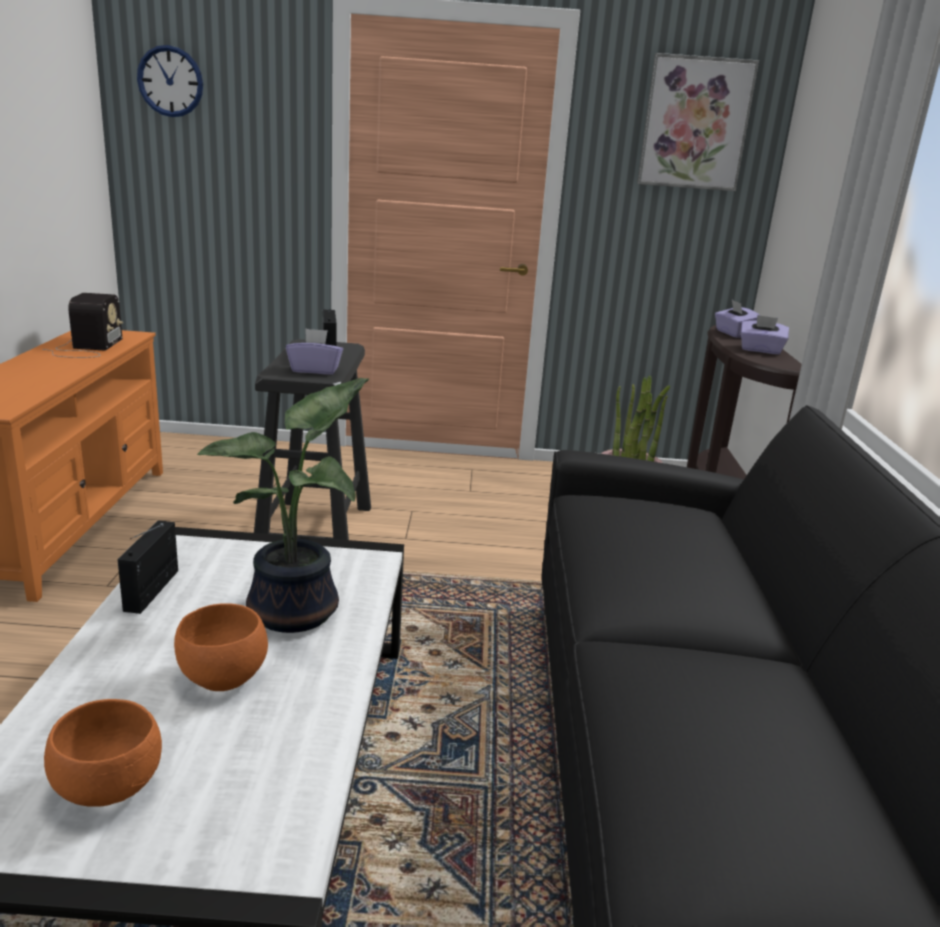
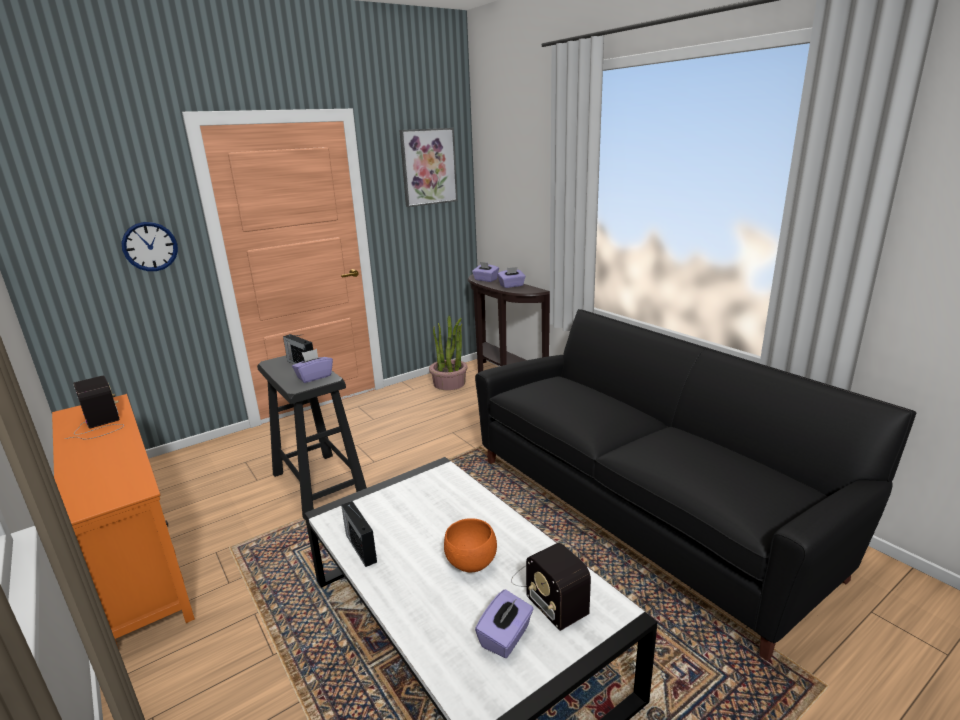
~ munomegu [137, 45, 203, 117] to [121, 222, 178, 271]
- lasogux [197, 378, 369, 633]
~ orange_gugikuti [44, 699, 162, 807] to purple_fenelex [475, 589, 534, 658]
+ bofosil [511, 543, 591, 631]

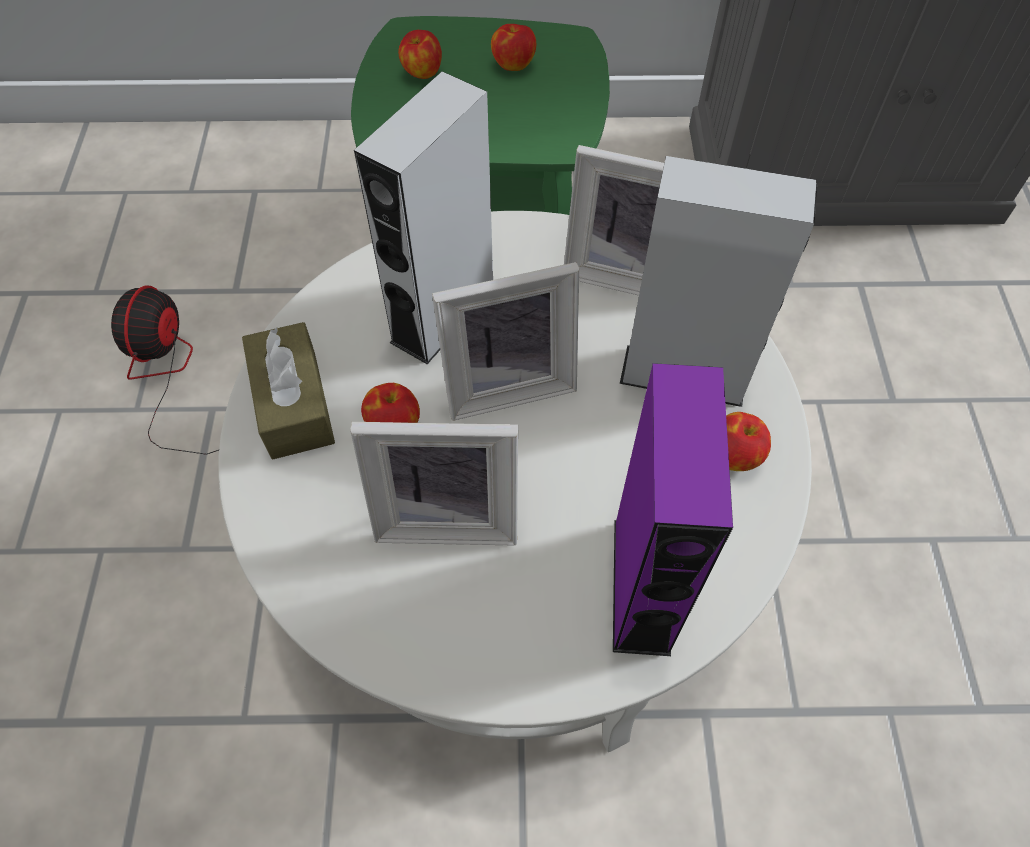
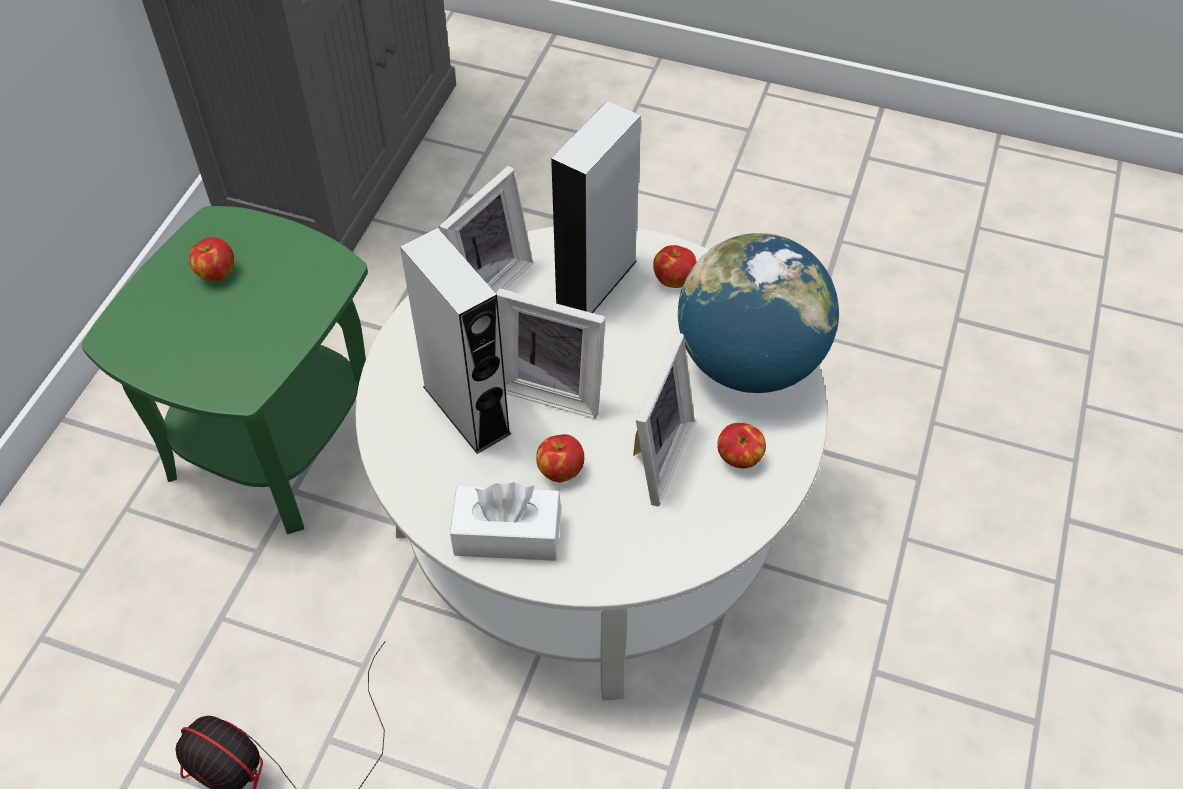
~ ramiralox [398, 30, 442, 79] to [717, 423, 766, 468]
~ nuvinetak [432, 262, 579, 421] = [496, 288, 606, 419] 105 degrees clockwise
~ brown_fenelex [242, 322, 335, 459] to white_fenelex [450, 482, 561, 561]
~ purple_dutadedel [613, 363, 733, 656] to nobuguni [678, 233, 839, 393]

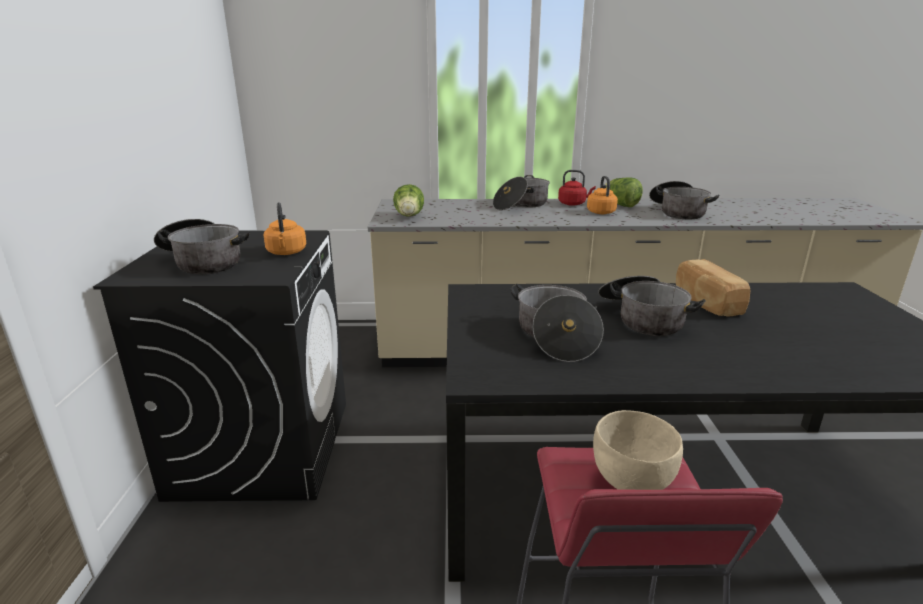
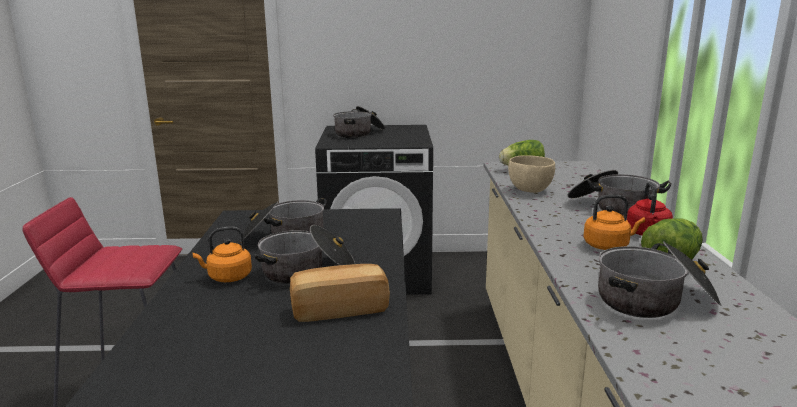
~ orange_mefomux [264, 203, 306, 255] to [192, 227, 252, 282]
~ beige_gugikuti [593, 410, 683, 490] to [508, 155, 555, 193]

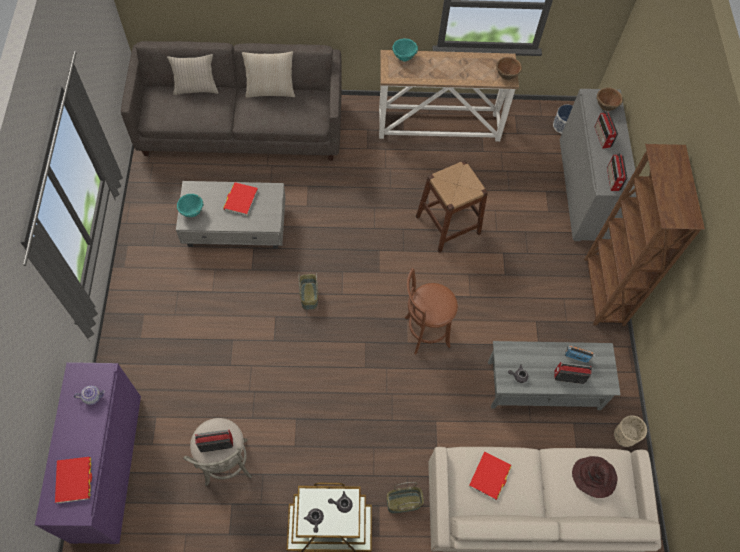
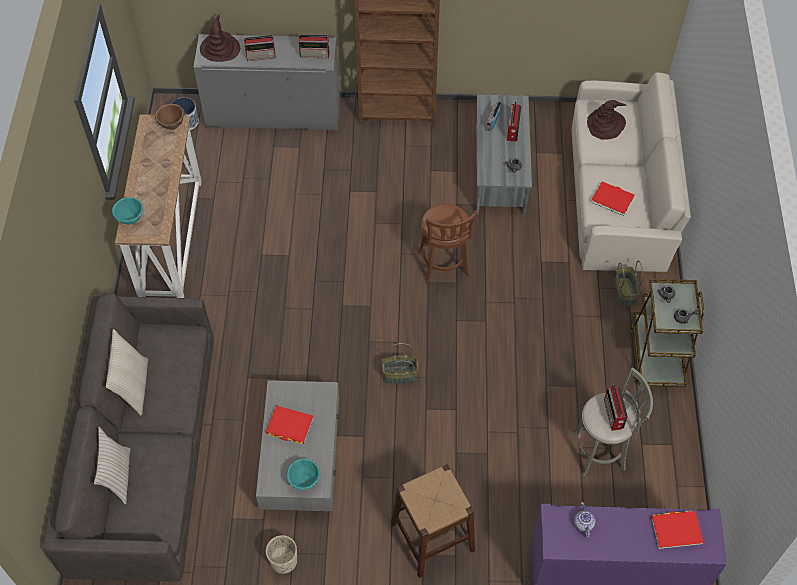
~ brown_gugikuti [596, 87, 623, 111] to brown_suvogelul [200, 14, 240, 62]
~ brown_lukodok [416, 160, 488, 253] to [391, 464, 475, 578]
~ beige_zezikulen [614, 415, 647, 447] to [266, 535, 297, 574]

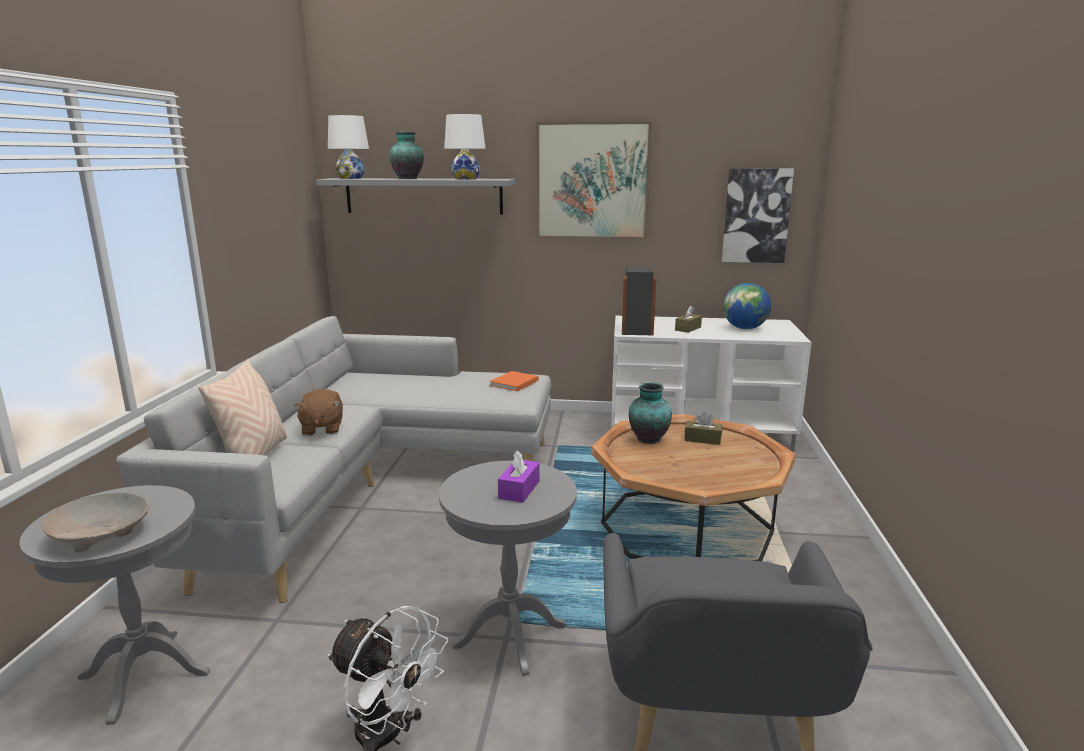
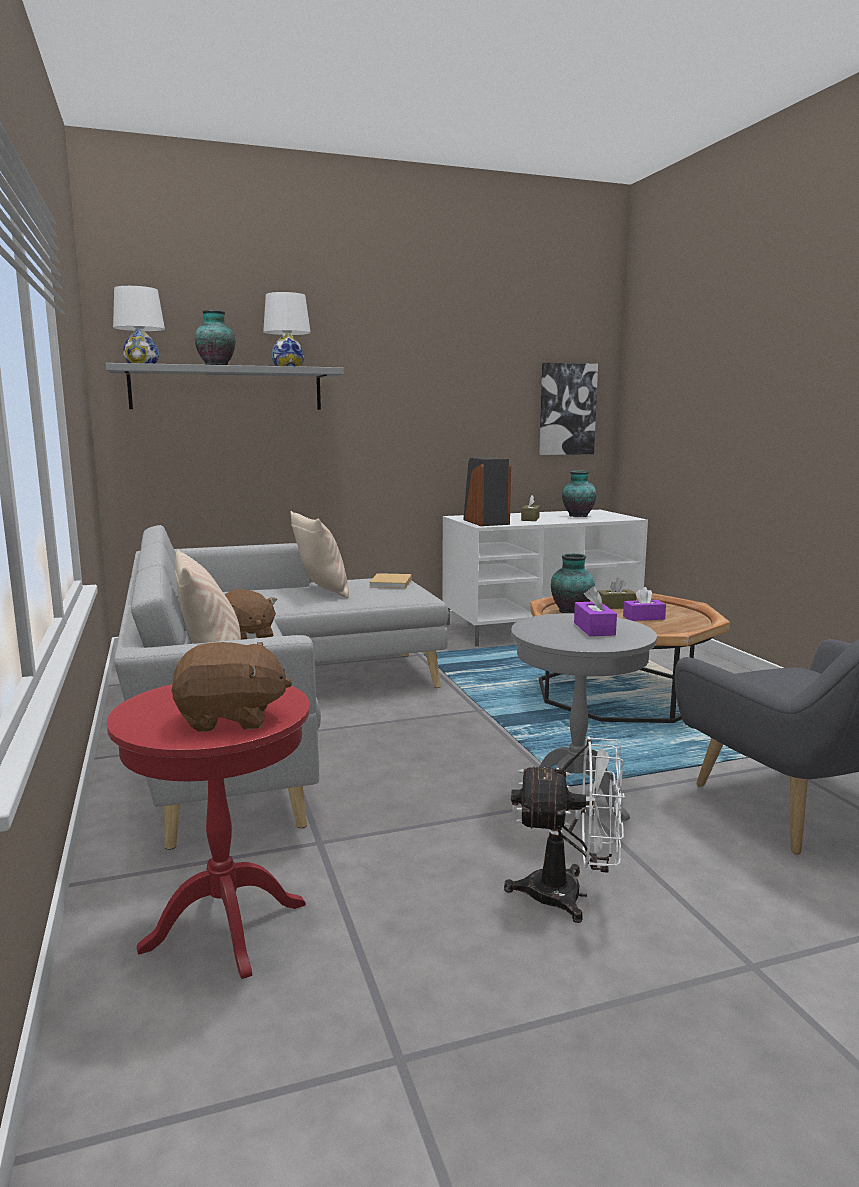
- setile [536, 121, 652, 239]
~ nobuguni [723, 283, 771, 329] to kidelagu [562, 471, 596, 517]
~ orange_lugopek [489, 371, 538, 391] to beige_lugopek [369, 573, 412, 588]
~ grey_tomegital [19, 485, 210, 725] to red_tomegital [107, 684, 310, 979]
~ beige_gugikuti [42, 493, 149, 553] to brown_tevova [171, 642, 292, 732]
+ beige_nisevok [290, 511, 349, 598]
+ purple_fenelex [623, 587, 666, 621]

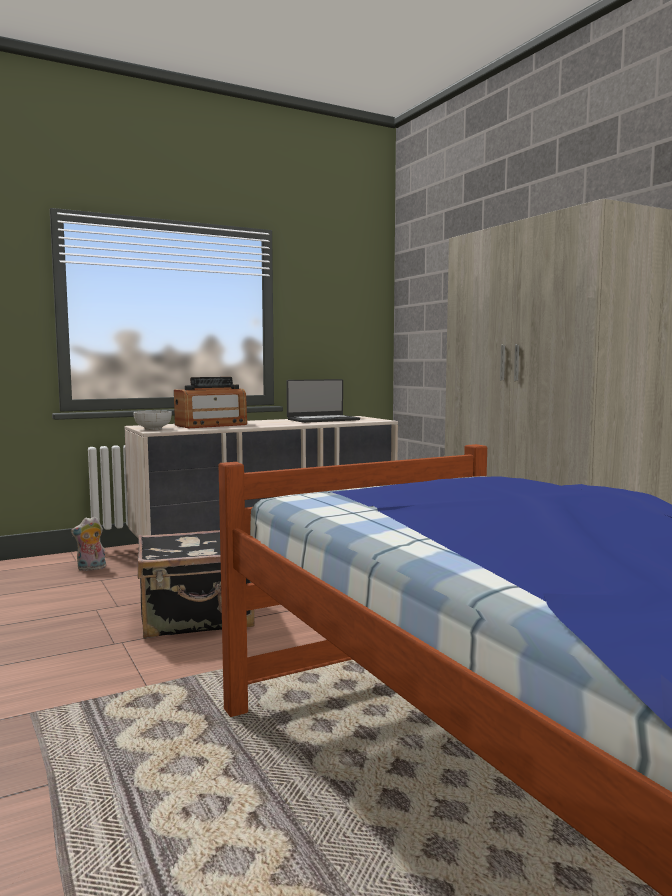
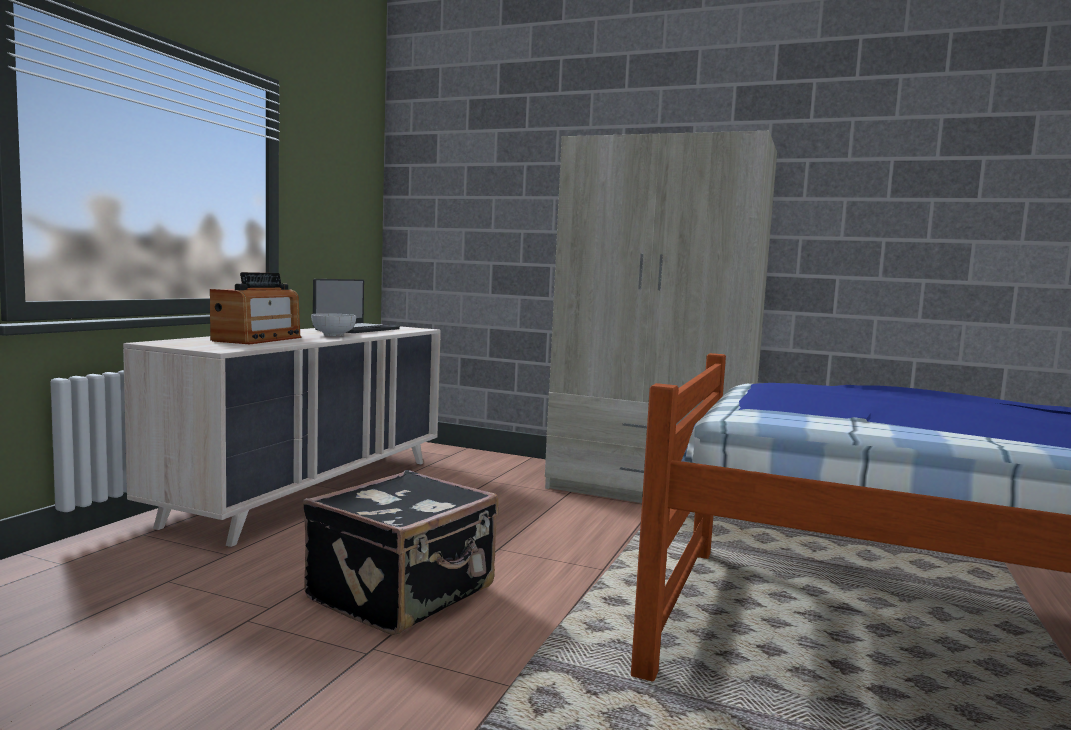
~ gugikuti [133, 411, 172, 430] to [311, 313, 356, 336]
- tevova [71, 516, 106, 571]

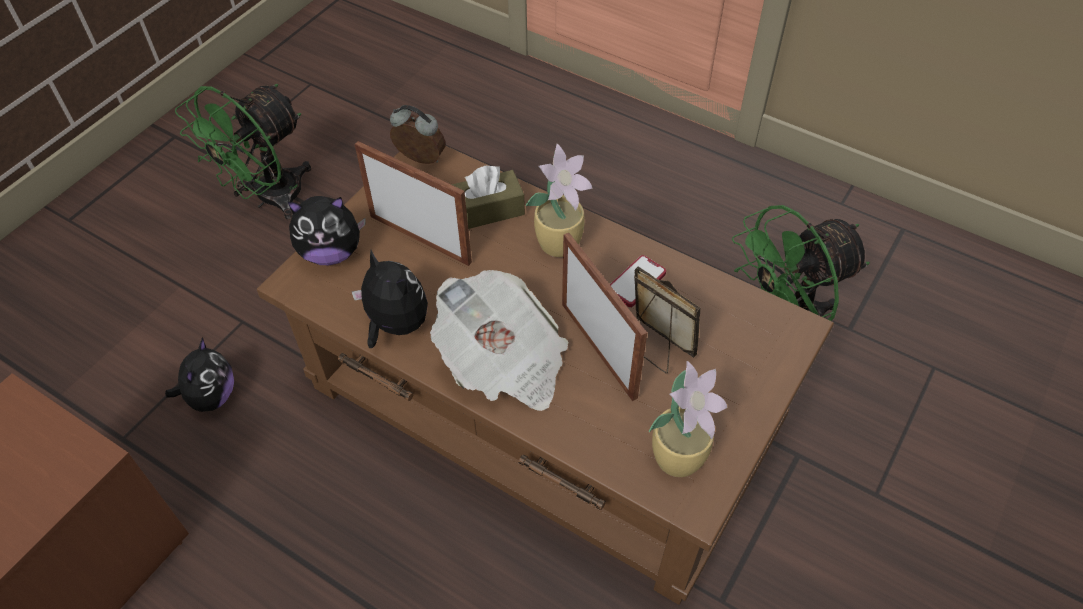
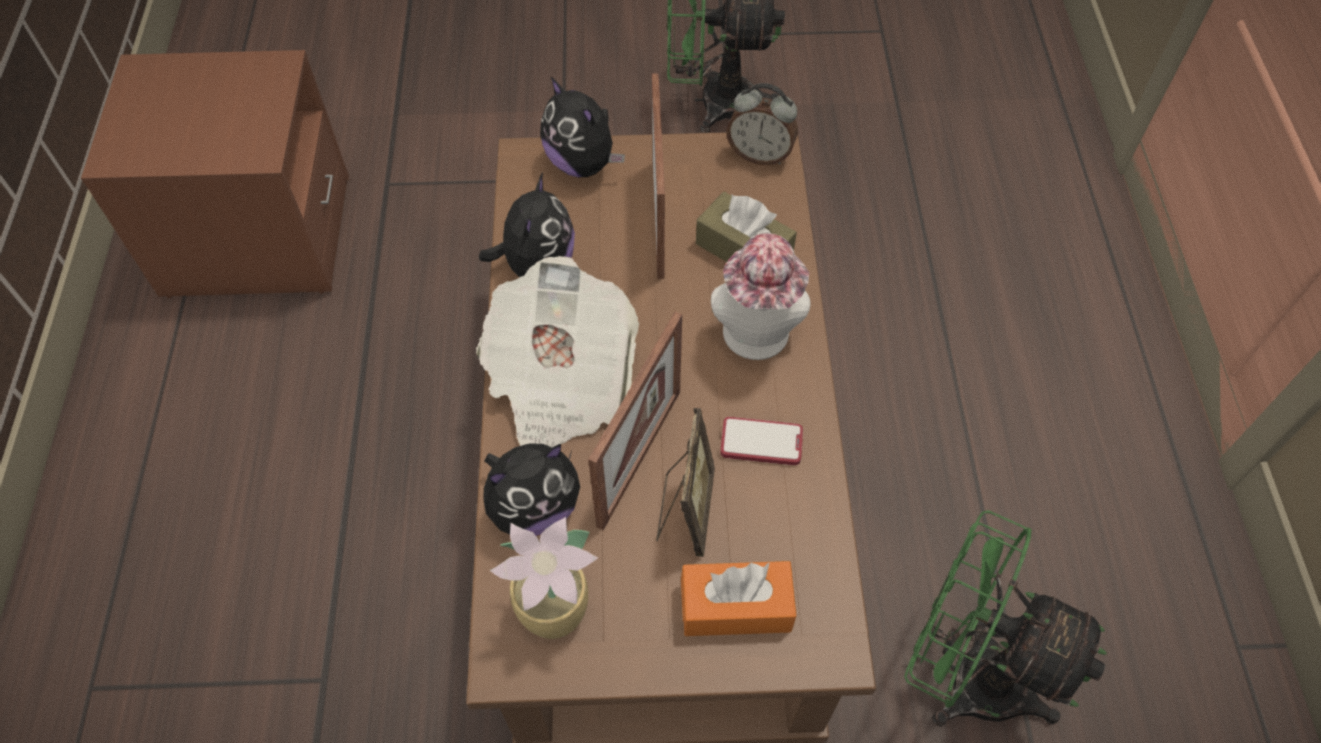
~ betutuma [390, 105, 445, 164] = [727, 83, 798, 165] 120 degrees clockwise
~ lasogux [525, 144, 593, 257] to suvogelul [711, 233, 810, 360]
~ tevova [165, 337, 234, 412] to [483, 443, 580, 536]
+ orange_fenelex [681, 561, 797, 636]

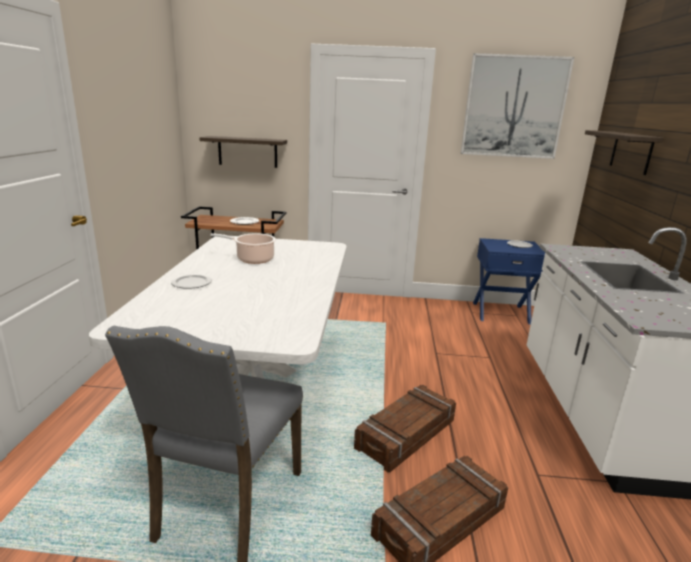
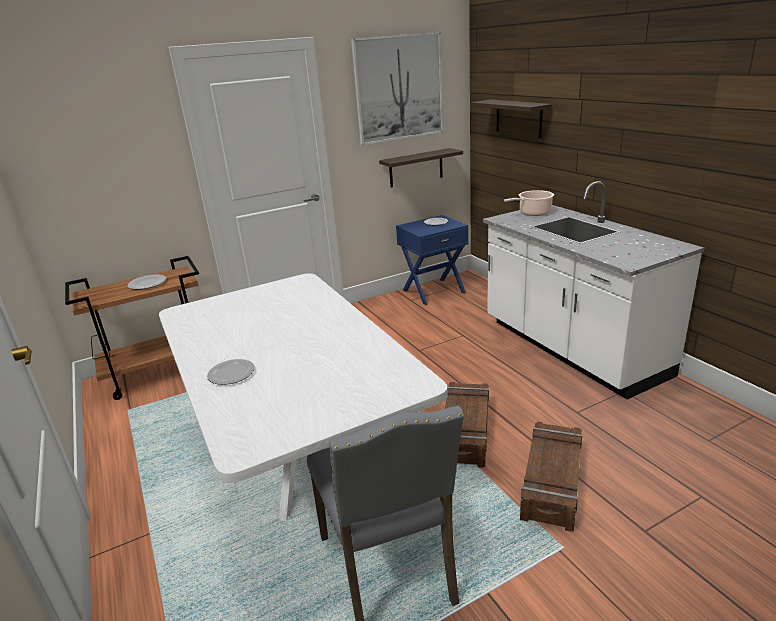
~ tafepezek [200, 136, 287, 168] to [379, 148, 463, 188]
~ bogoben [210, 233, 276, 264] to [504, 190, 554, 216]

